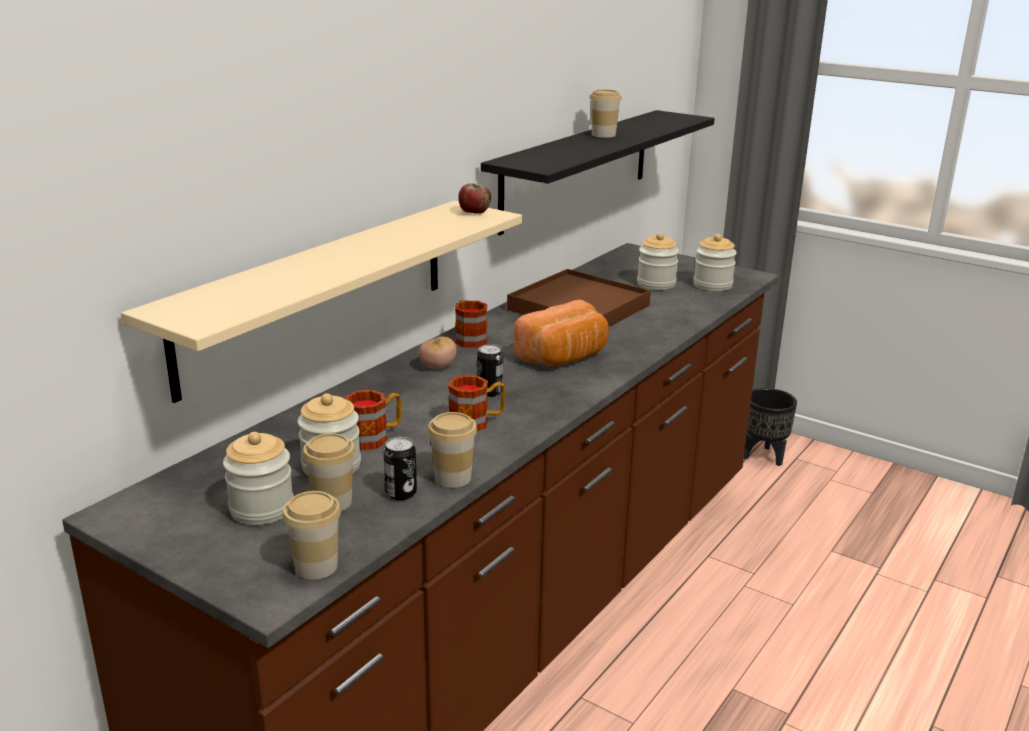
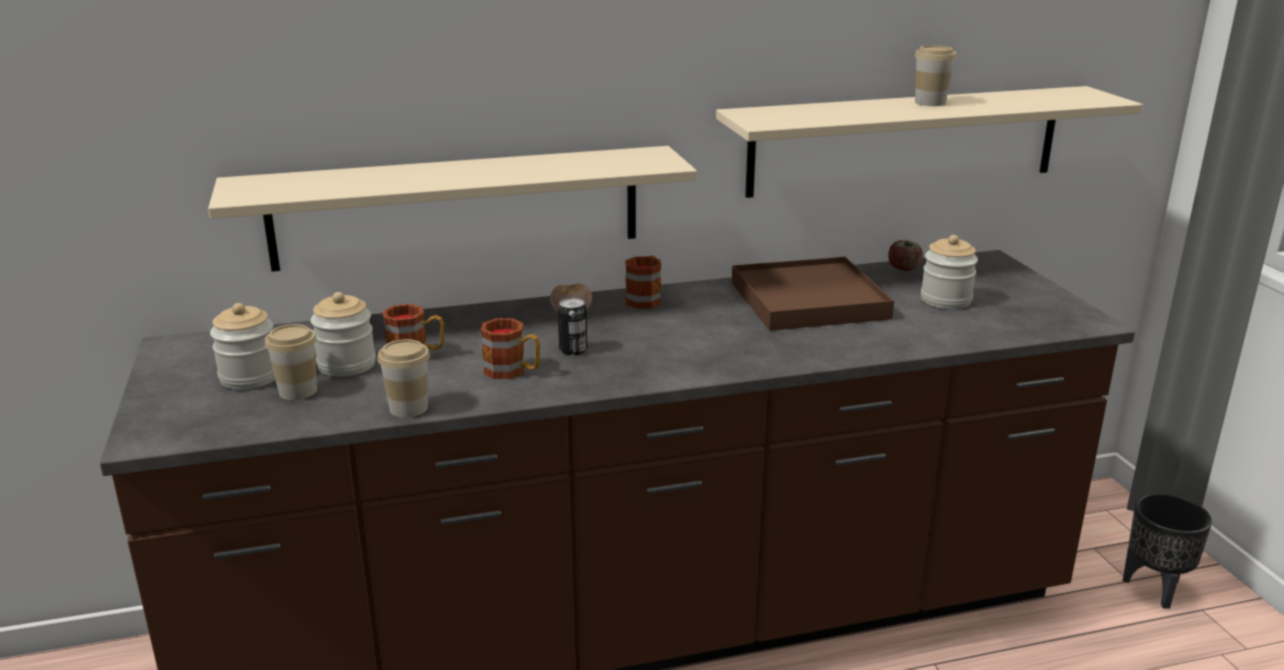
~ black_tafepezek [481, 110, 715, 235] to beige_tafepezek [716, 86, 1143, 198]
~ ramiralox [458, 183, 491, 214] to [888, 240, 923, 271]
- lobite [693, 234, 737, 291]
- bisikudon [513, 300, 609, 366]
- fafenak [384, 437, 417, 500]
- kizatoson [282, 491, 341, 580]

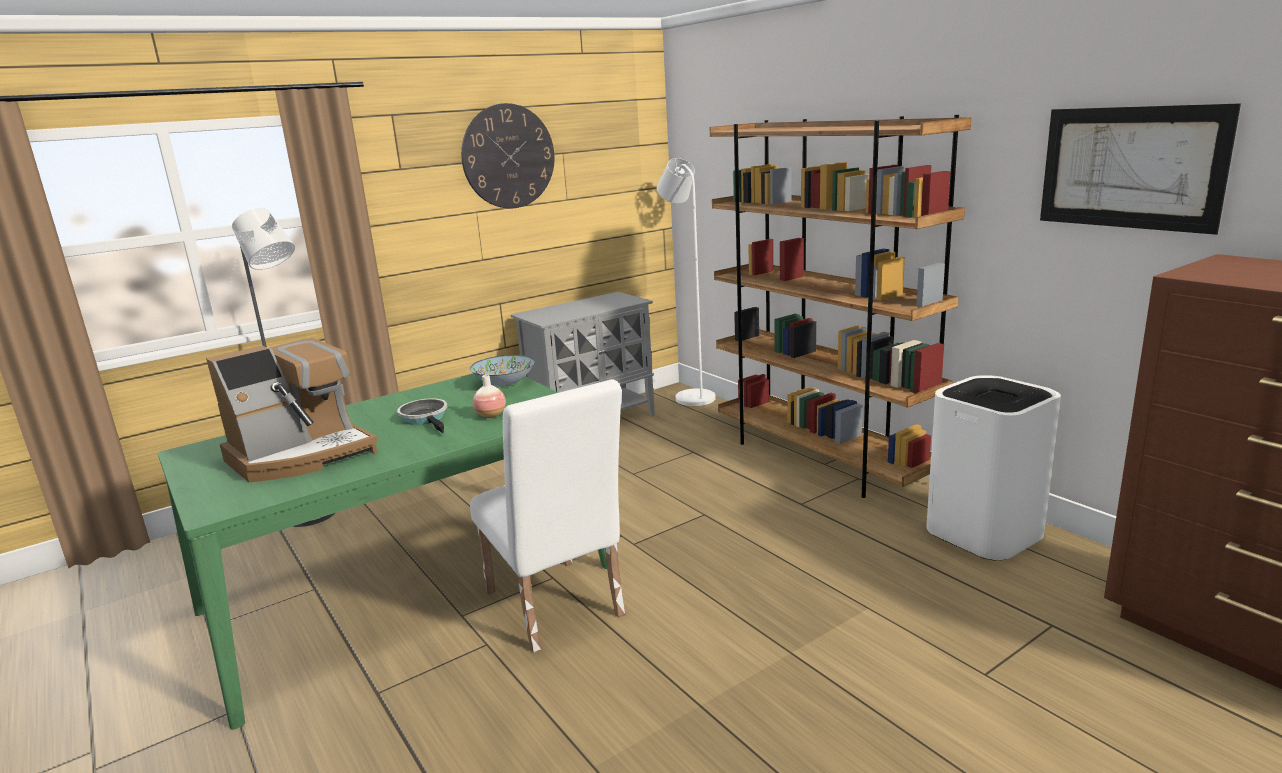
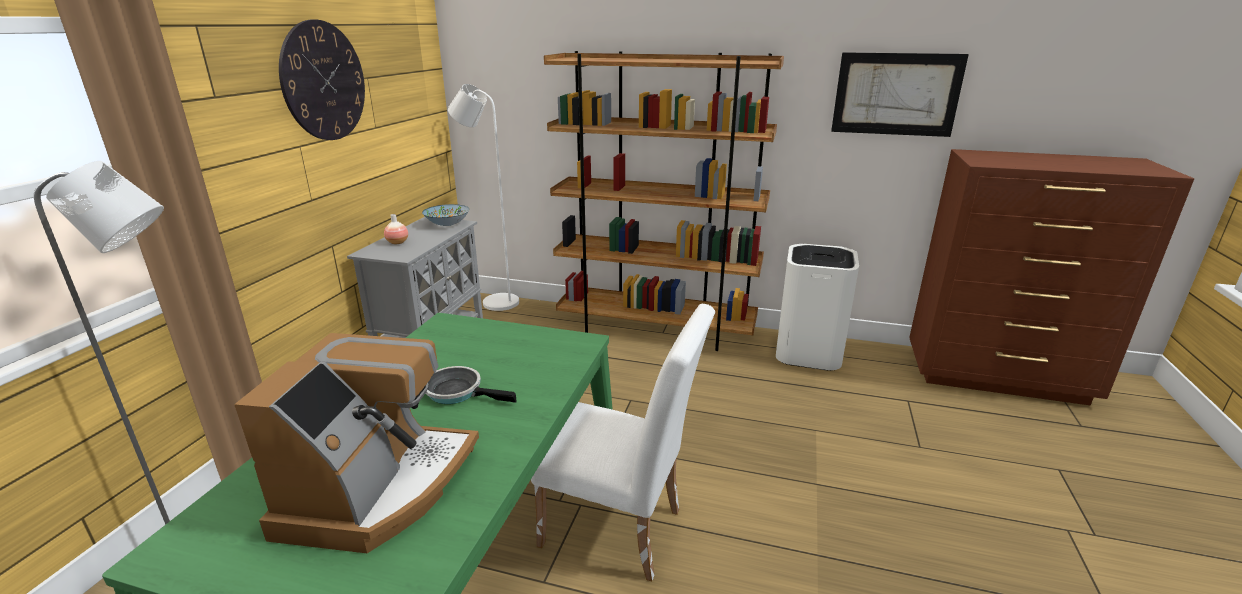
~ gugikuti [470, 355, 535, 386] to [422, 204, 470, 226]
~ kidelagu [473, 375, 506, 418] to [384, 214, 408, 244]

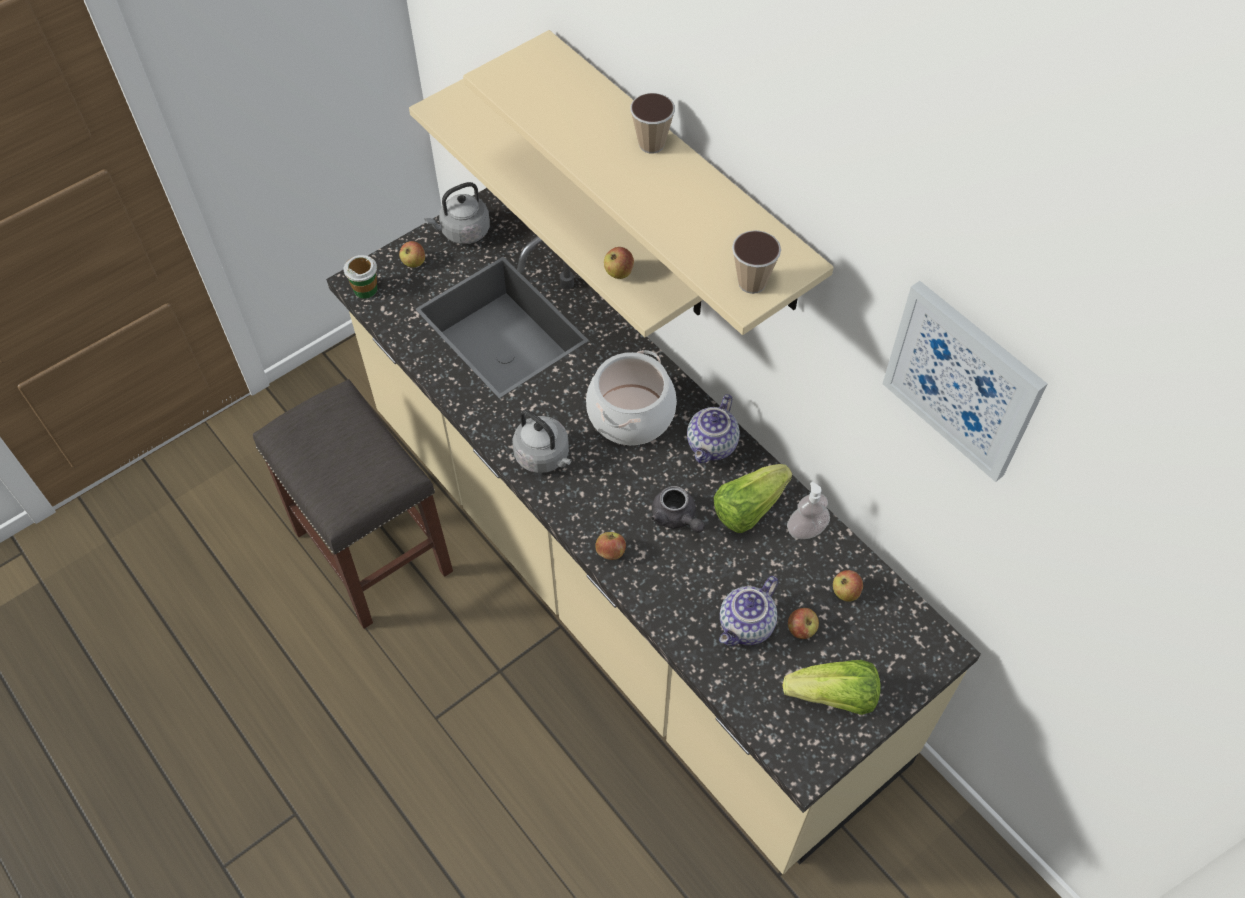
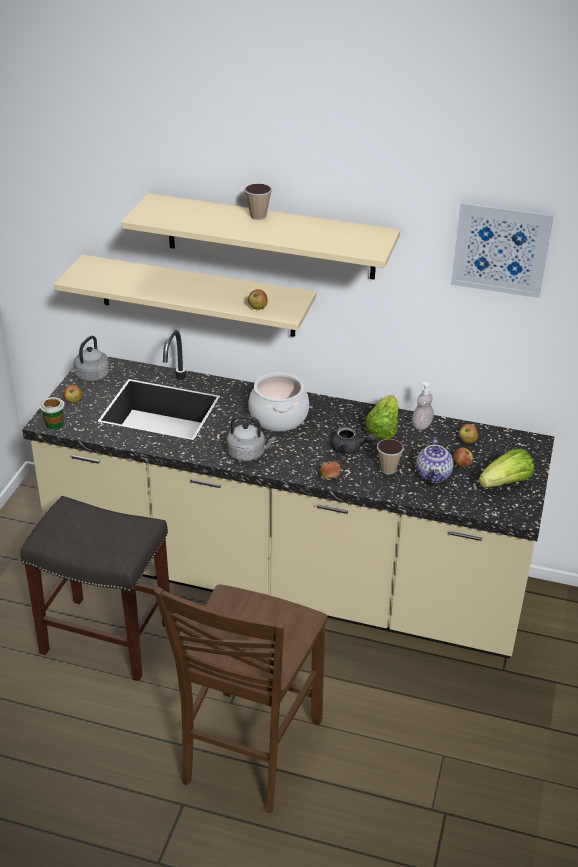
~ kizatoson [732, 230, 781, 294] to [377, 439, 404, 474]
- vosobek [687, 394, 740, 463]
+ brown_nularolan [154, 584, 328, 813]

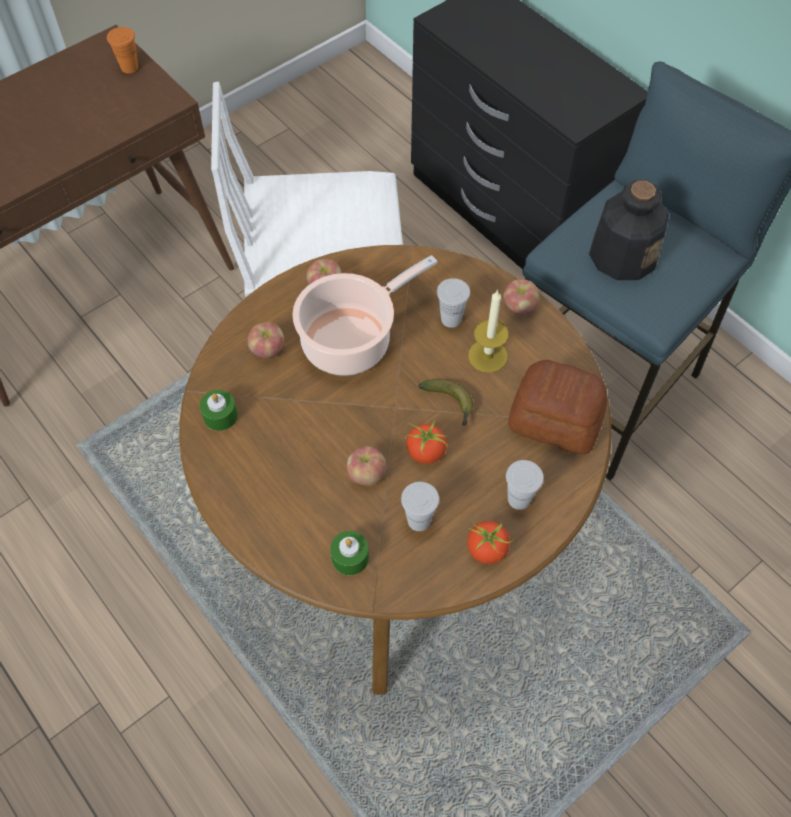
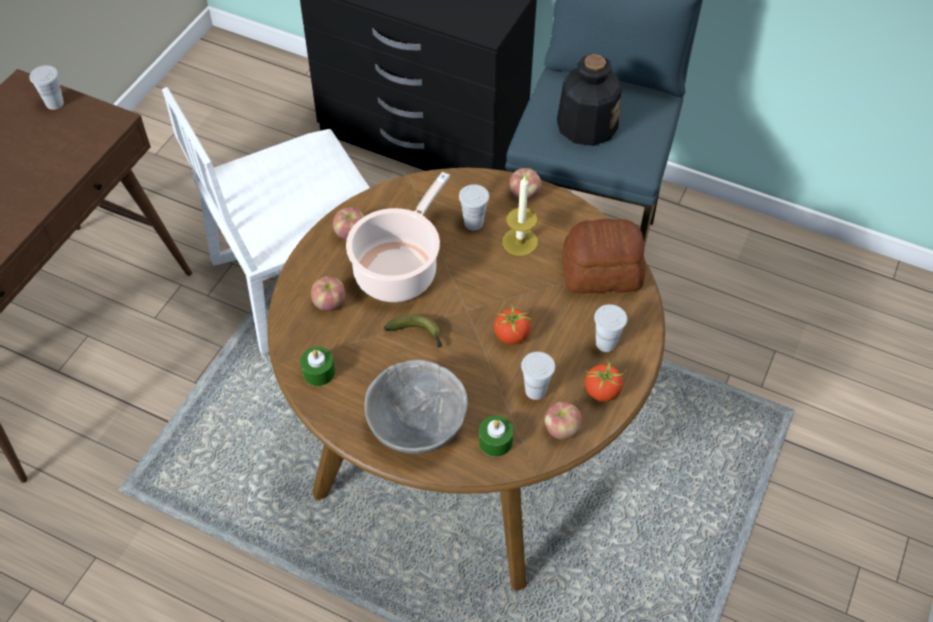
~ orange_kizatoson [107, 27, 138, 73] to white_kizatoson [29, 65, 64, 110]
~ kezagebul [418, 379, 474, 426] to [384, 315, 442, 347]
~ ramiralox [347, 446, 387, 486] to [544, 402, 582, 439]
+ grey_gugikuti [364, 360, 468, 454]

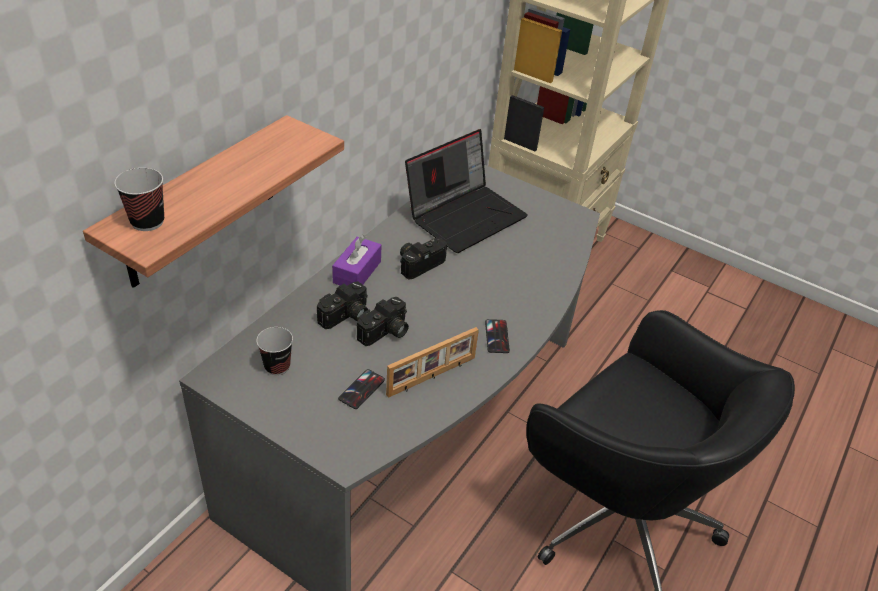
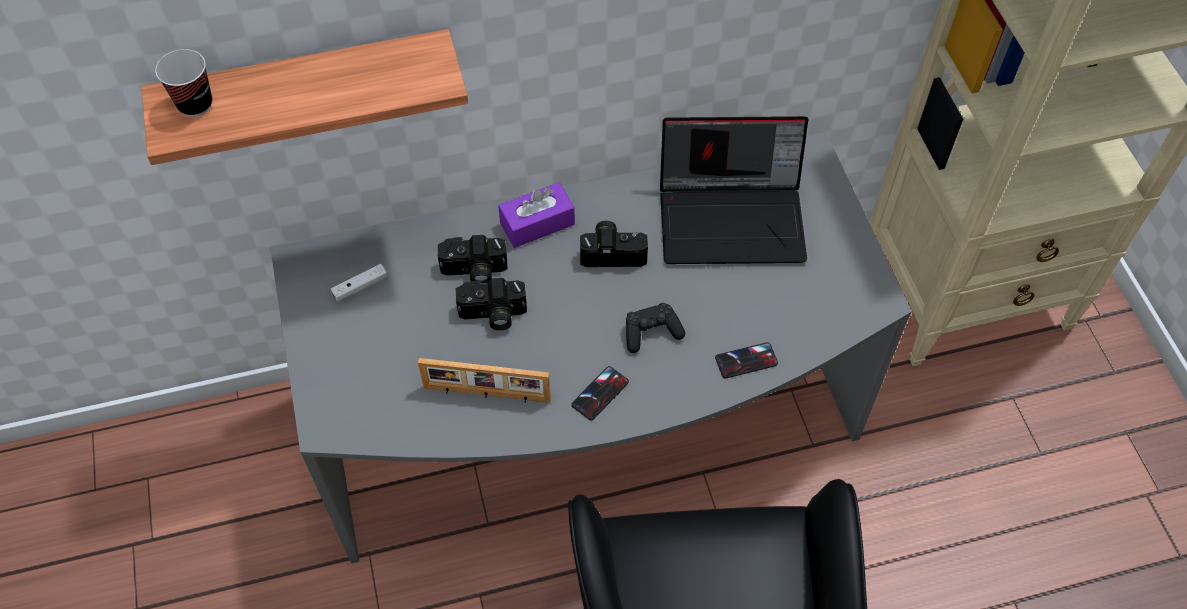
~ kizatoson [256, 327, 293, 375] to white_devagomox [331, 264, 388, 301]
~ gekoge [338, 369, 385, 409] to [715, 342, 778, 379]
+ black_devagomox [626, 303, 685, 353]

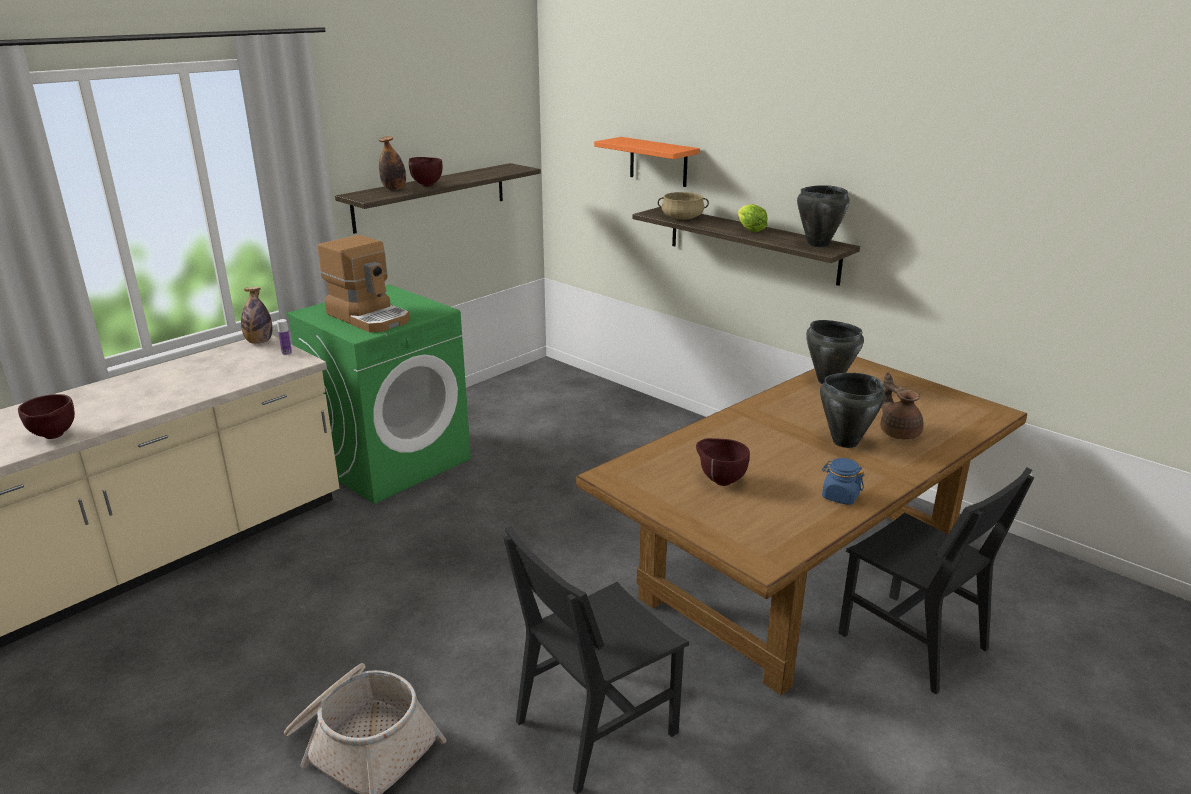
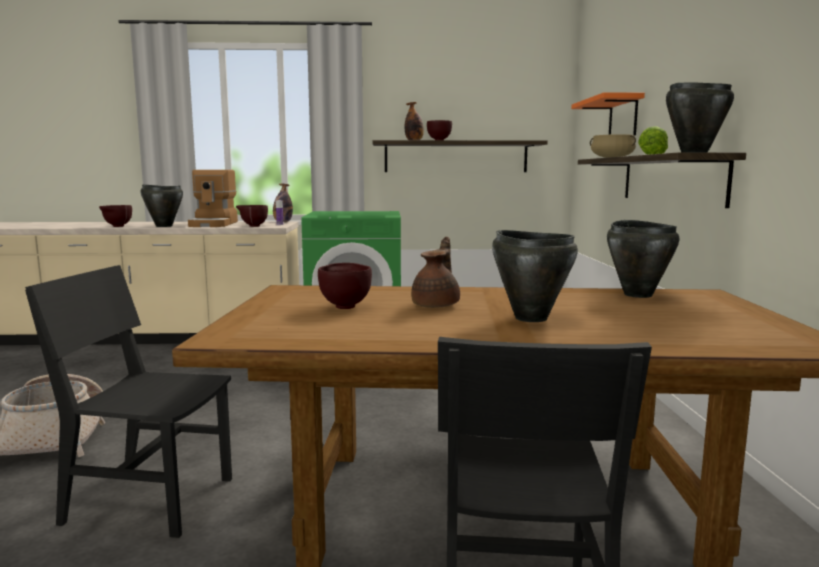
~ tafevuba [318, 235, 410, 332] to [188, 170, 238, 227]
~ brown_vosobek [880, 372, 924, 440] to [411, 236, 460, 308]
- blue_lobite [822, 458, 864, 505]
+ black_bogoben [140, 184, 183, 227]
+ brown_gugikuti [236, 205, 268, 227]

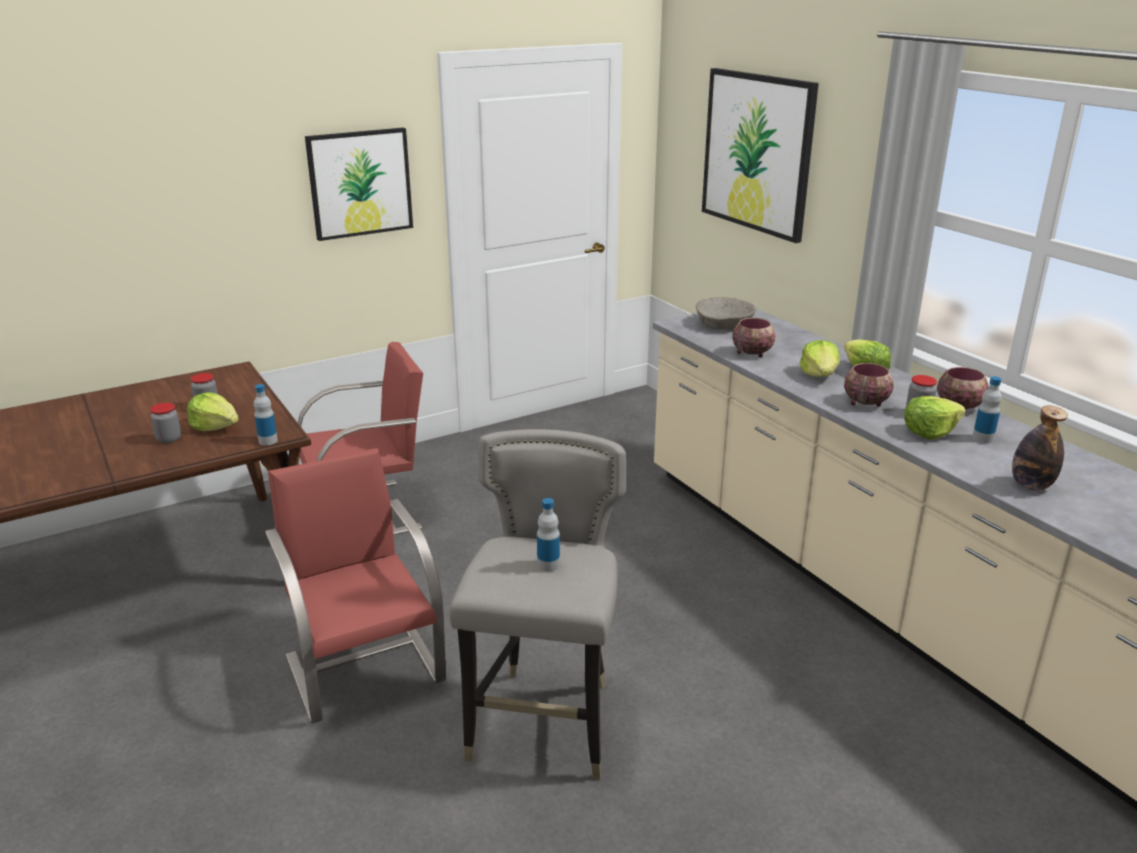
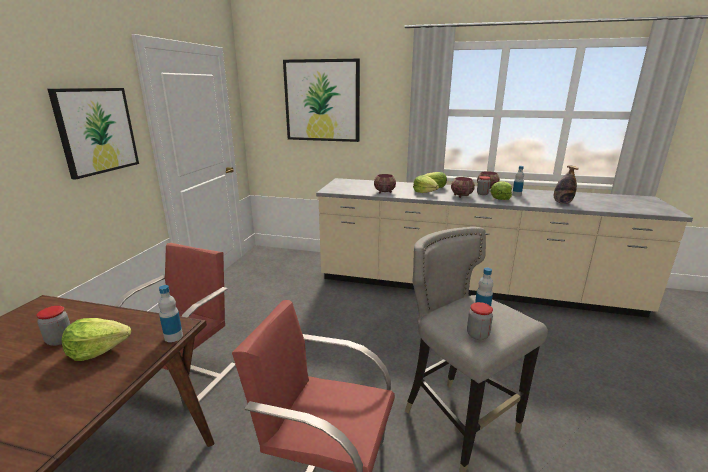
- beige_gugikuti [696, 297, 756, 329]
~ lobite [150, 403, 181, 444] to [467, 302, 493, 340]

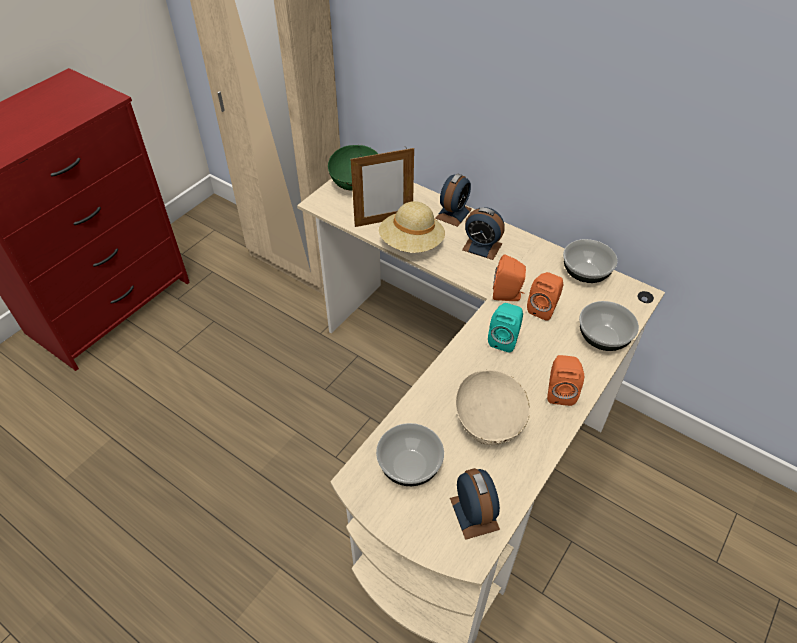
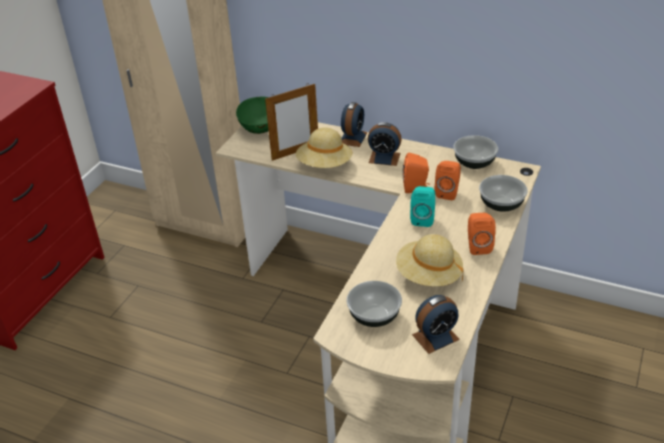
~ beige_gugikuti [455, 370, 530, 446] to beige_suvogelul [396, 234, 463, 286]
~ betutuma [450, 468, 500, 540] = [412, 295, 460, 354] 90 degrees clockwise

